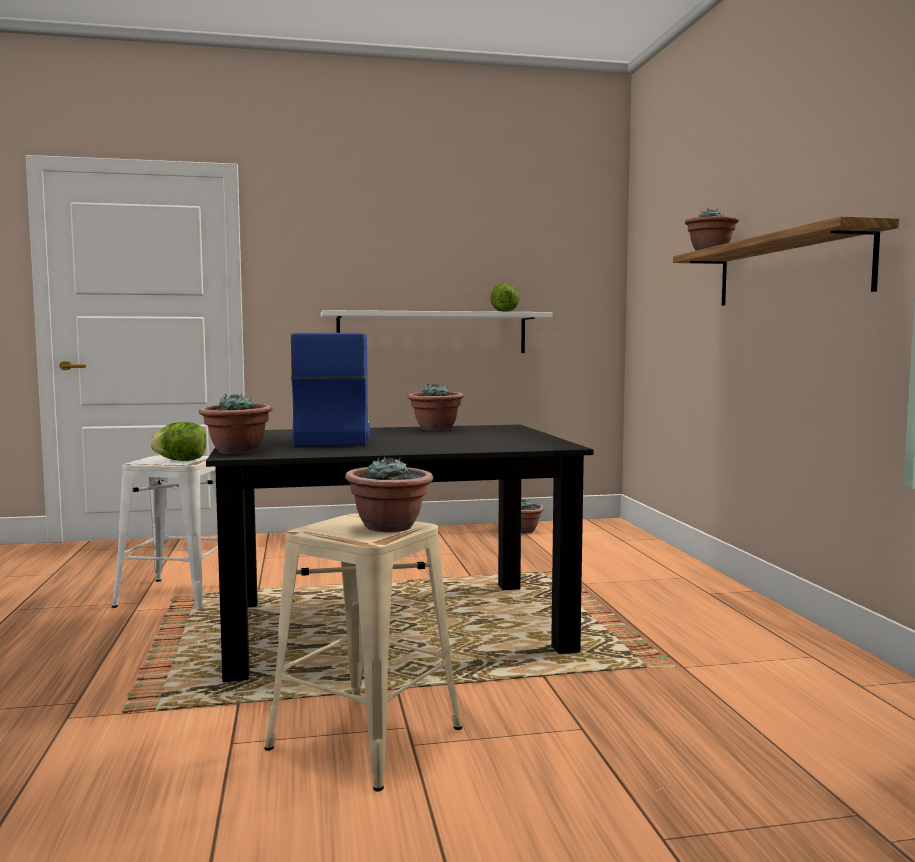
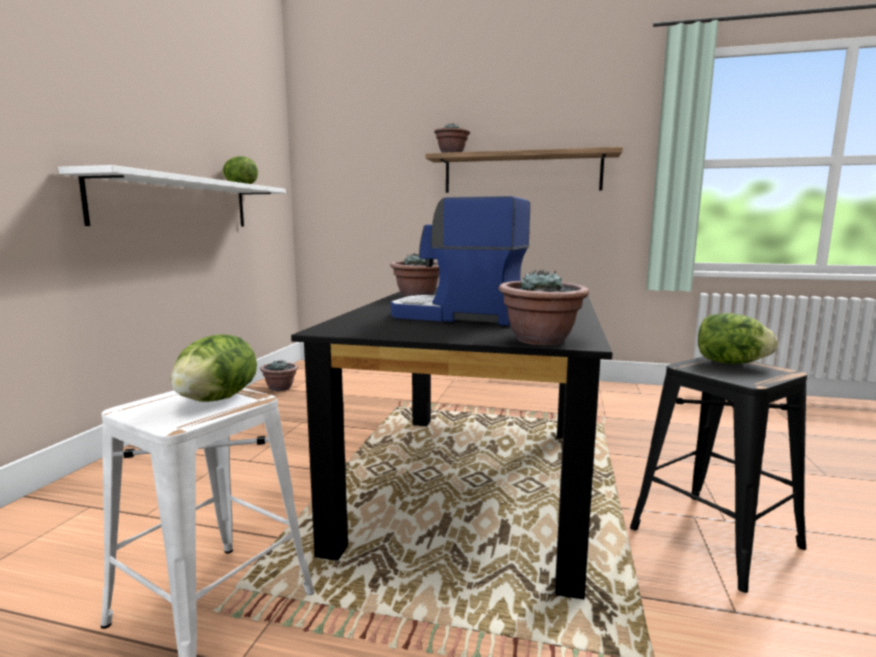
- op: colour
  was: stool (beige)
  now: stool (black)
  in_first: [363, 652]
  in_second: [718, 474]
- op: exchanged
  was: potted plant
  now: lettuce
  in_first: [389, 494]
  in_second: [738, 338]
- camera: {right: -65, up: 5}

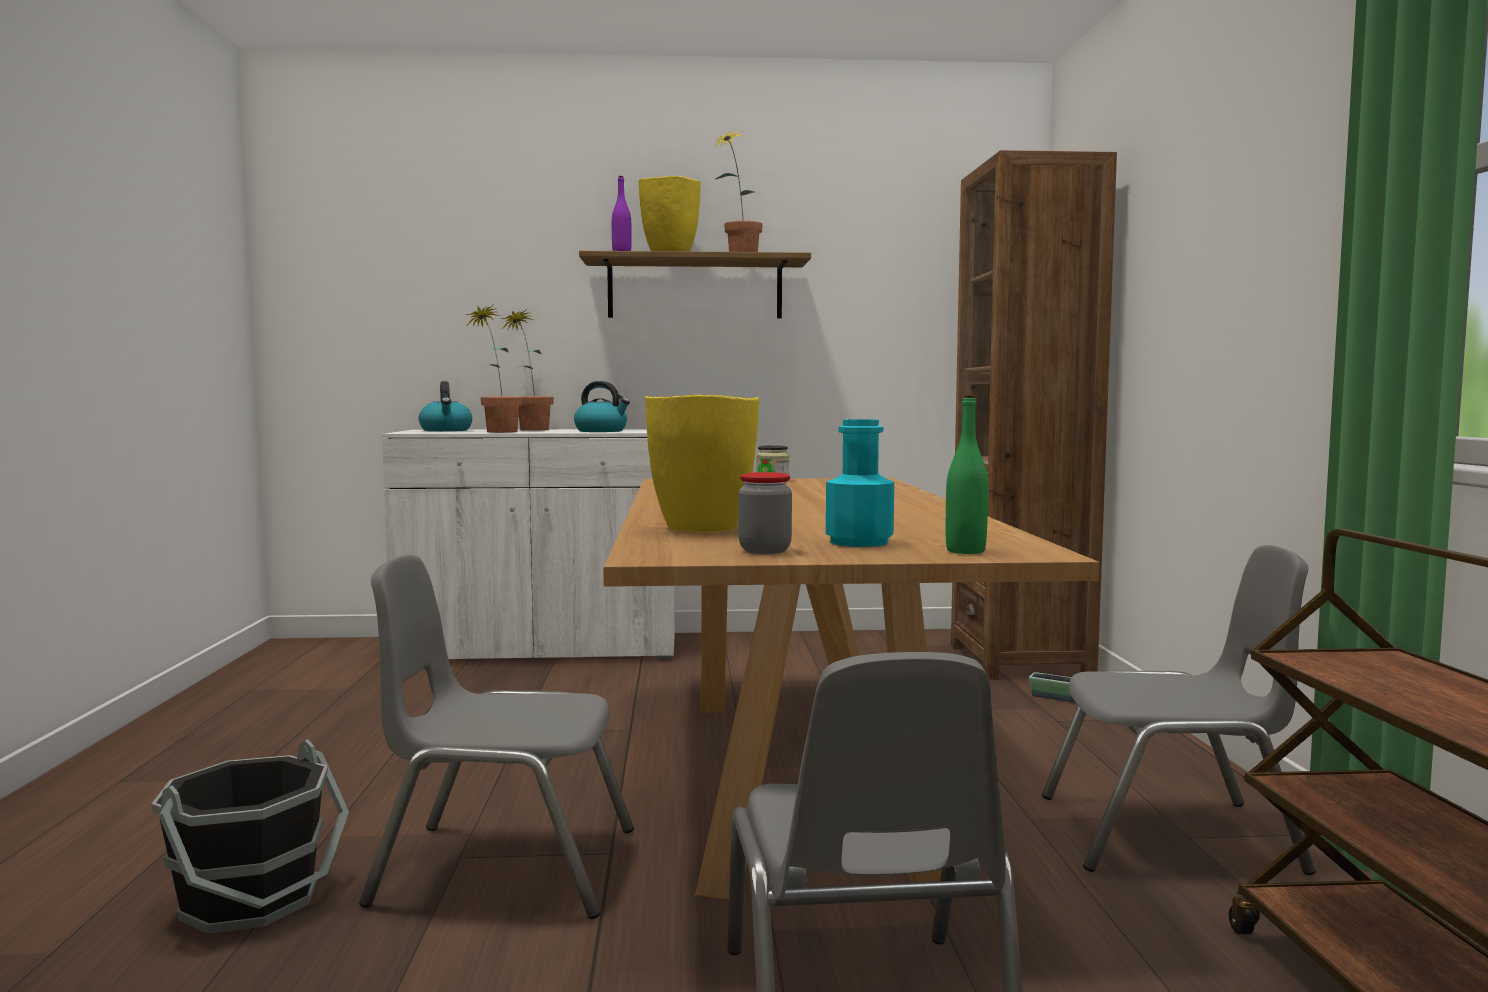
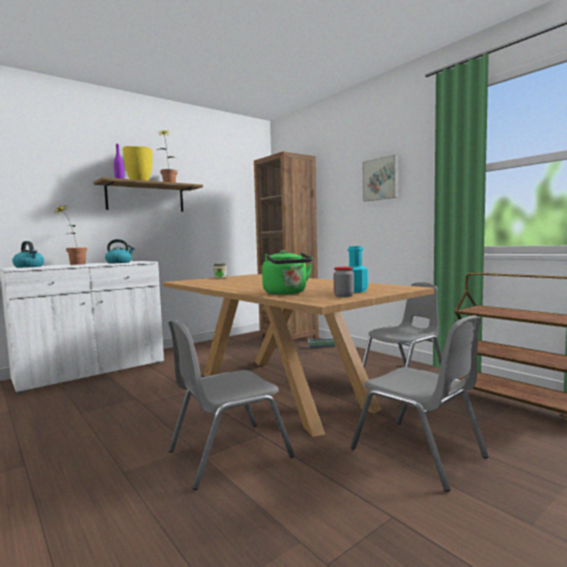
- op: exchanged
  was: vase (yellow)
  now: kettle (green)
  in_first: [702, 463]
  in_second: [287, 272]
- op: appeared
  now: picture
  in_second: [380, 178]
- op: missing
  was: bucket (black)
  in_first: [250, 836]
- op: missing
  was: potted plant
  in_first: [494, 368]
- op: missing
  was: bottle (green)
  in_first: [967, 474]
- camera: {right: -35, up: 0}

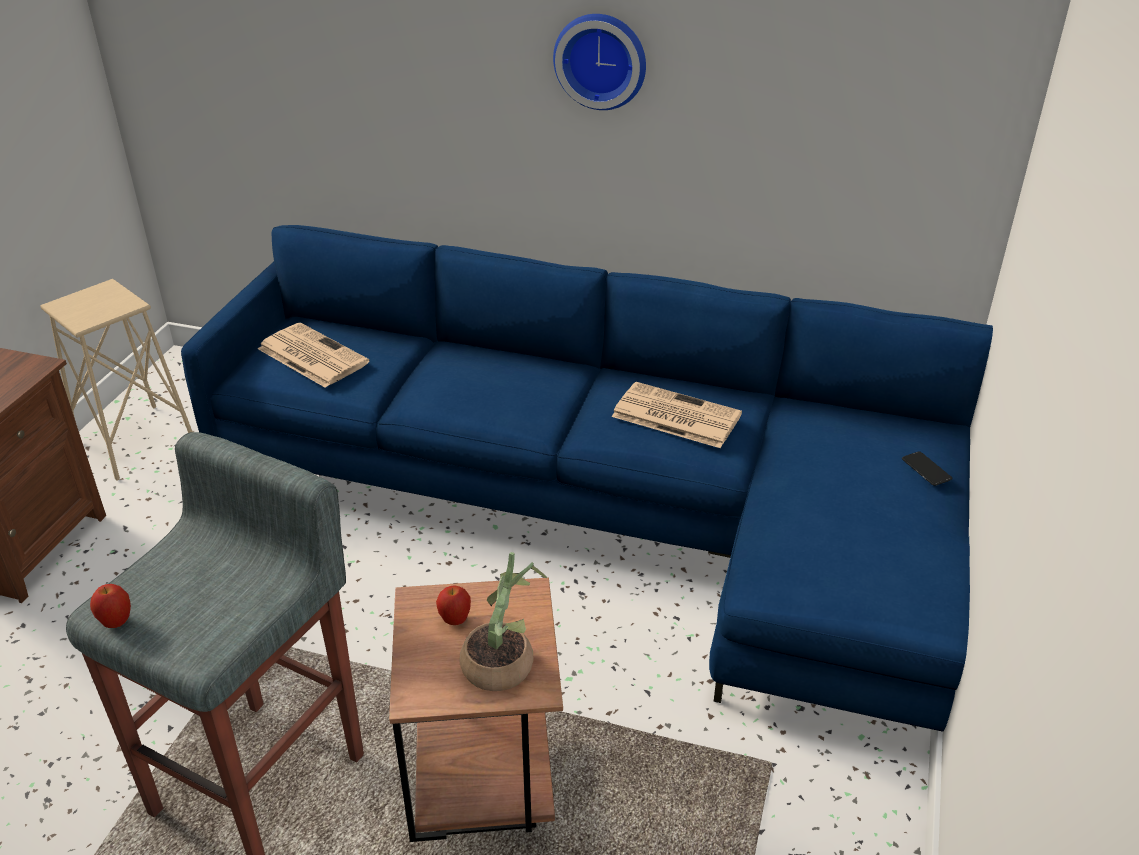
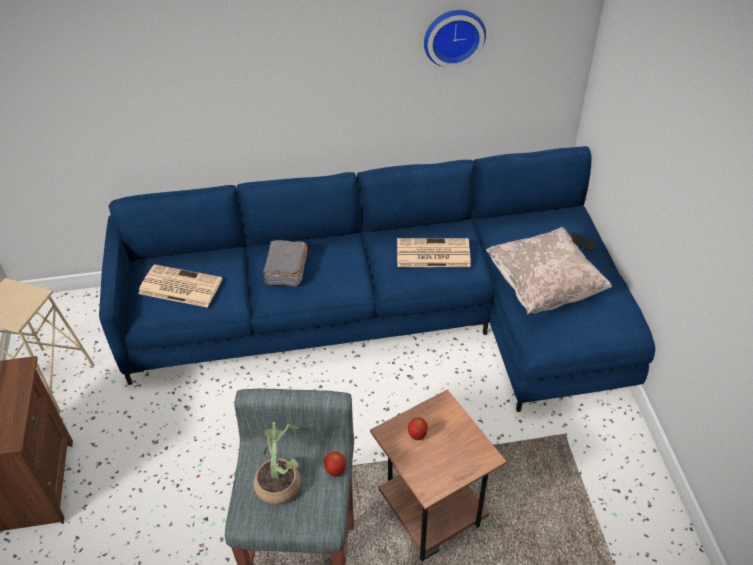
- op: relocated
  was: potted plant
  in_first: [504, 621]
  in_second: [277, 463]
- op: appeared
  now: book (grey)
  in_second: [285, 263]
- op: relocated
  was: apple
  in_first: [110, 606]
  in_second: [335, 464]
- op: relocated
  was: wall clock
  in_first: [599, 62]
  in_second: [455, 39]
- op: appeared
  now: pillow (beige)
  in_second: [549, 270]
- camera: {right: -25, up: 10}

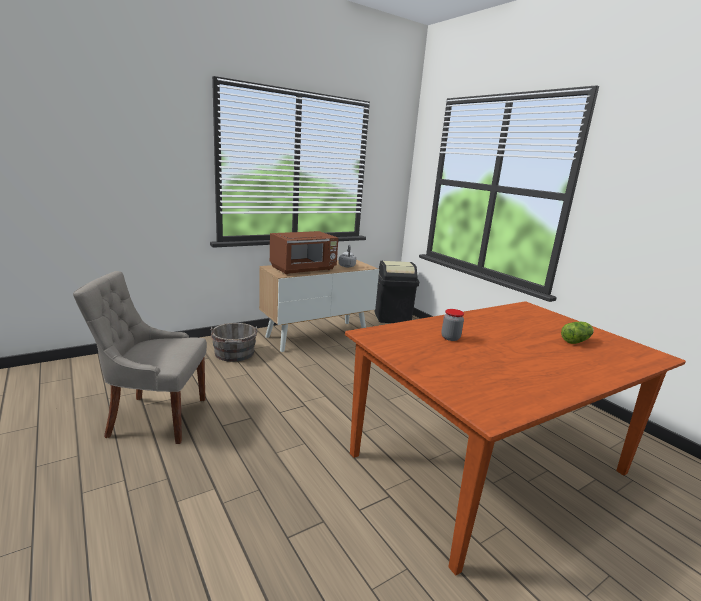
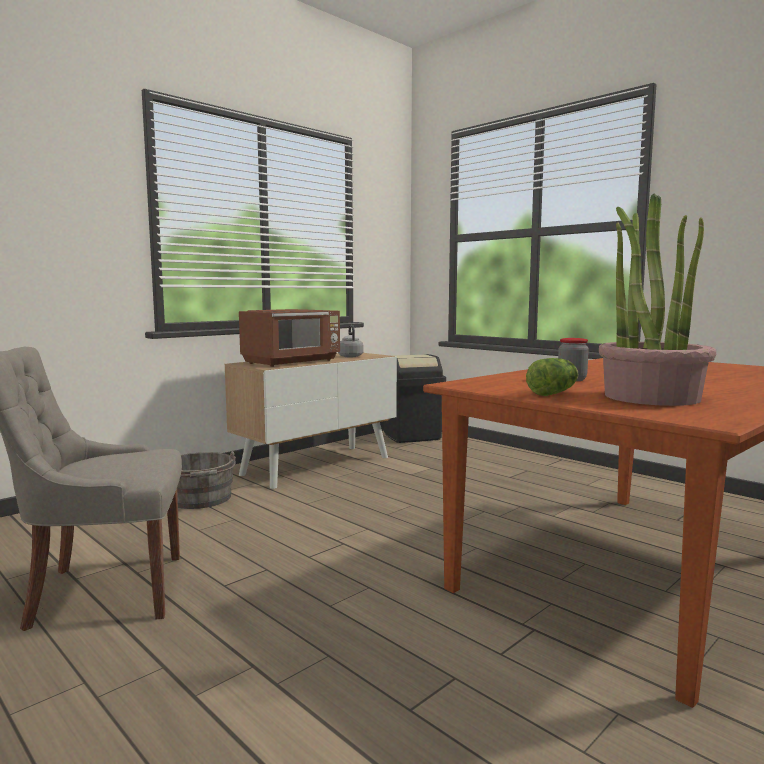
- op: relocated
  was: lettuce
  in_first: [577, 333]
  in_second: [552, 377]
- op: appeared
  now: potted plant
  in_second: [657, 299]
- camera: {right: -10, up: -10}

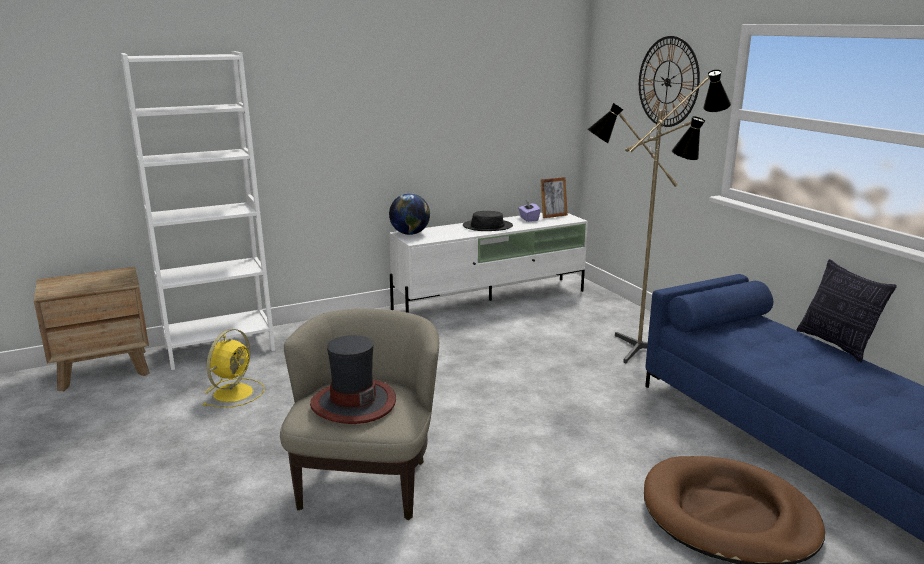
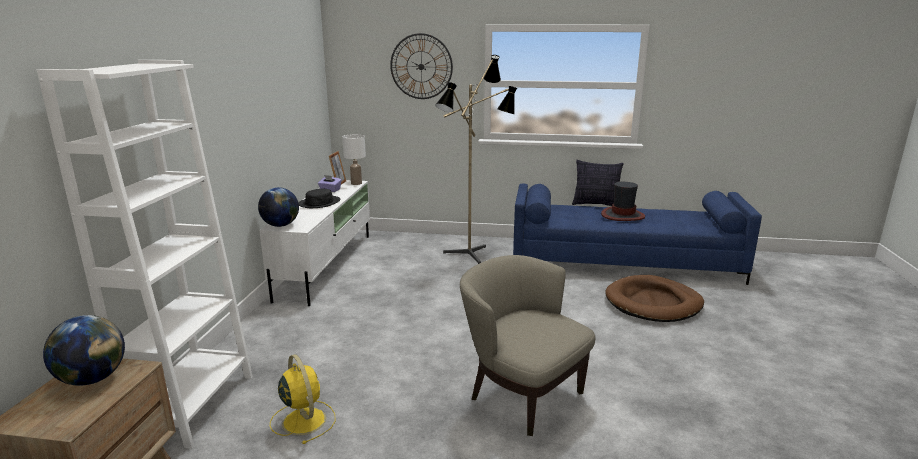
- op: appeared
  now: globe
  in_second: [84, 350]
- op: appeared
  now: table lamp (white)
  in_second: [354, 159]
- op: relocated
  was: hat
  in_first: [353, 379]
  in_second: [623, 201]
- camera: {right: -55, up: 0}

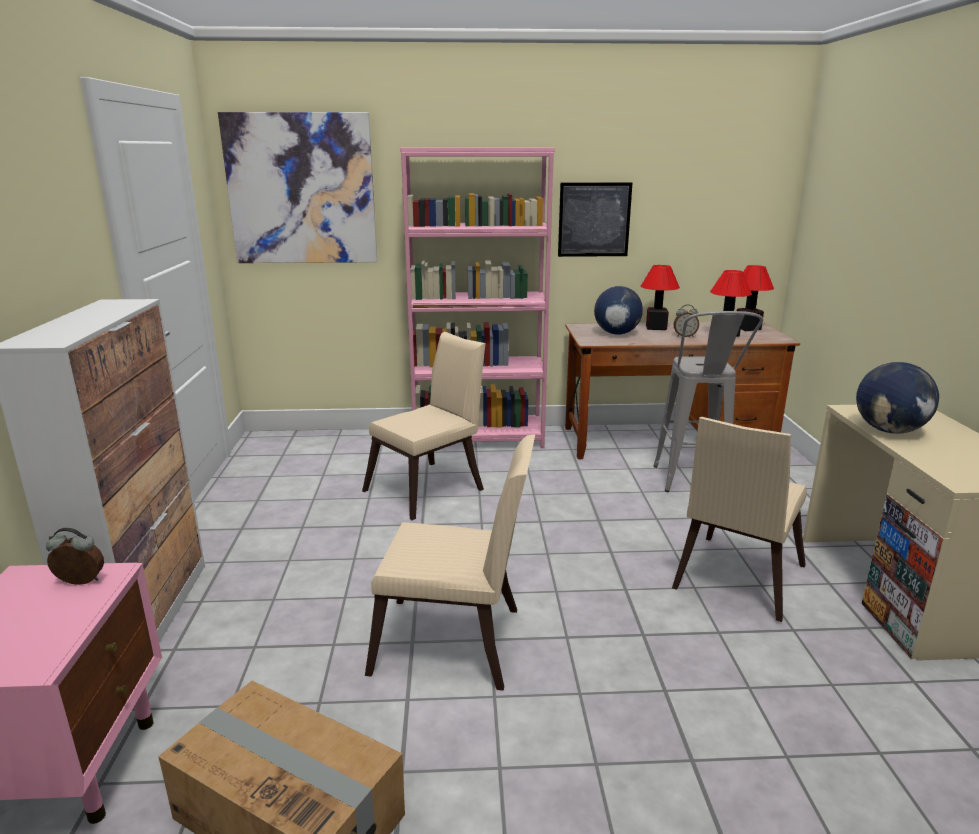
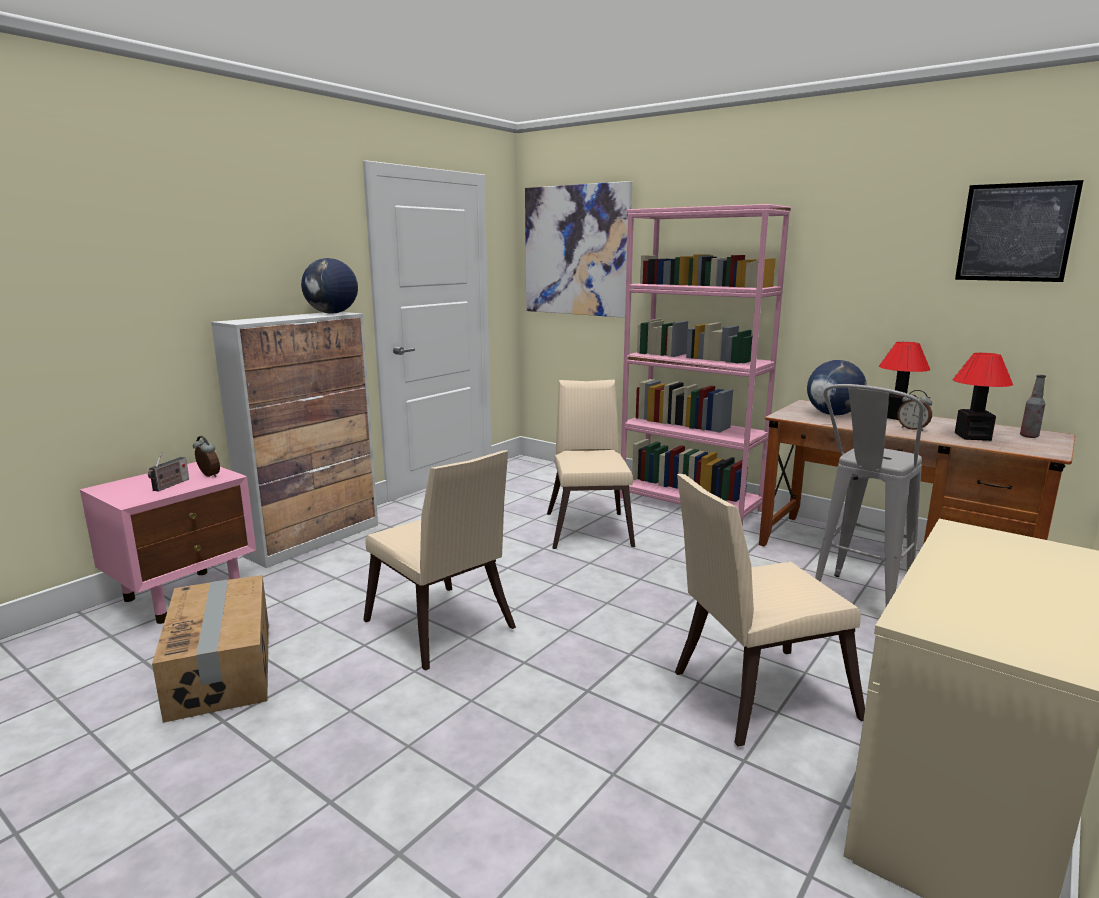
- op: appeared
  now: radio
  in_second: [168, 472]
- op: relocated
  was: globe
  in_first: [897, 398]
  in_second: [329, 286]
- op: spun
  was: chair (beige)
  in_first: [423, 426]
  in_second: [591, 464]
  clockwise: -90
- op: relocated
  was: picture
  in_first: [595, 219]
  in_second: [1019, 231]
- op: exchanged
  was: table lamp
  now: bottle
  in_first: [755, 298]
  in_second: [1033, 406]
- camera: {right: 40, up: -5}

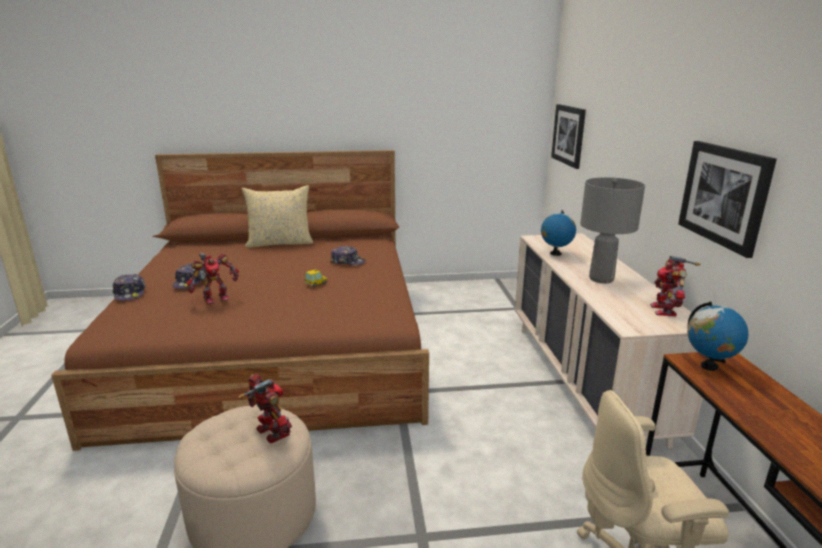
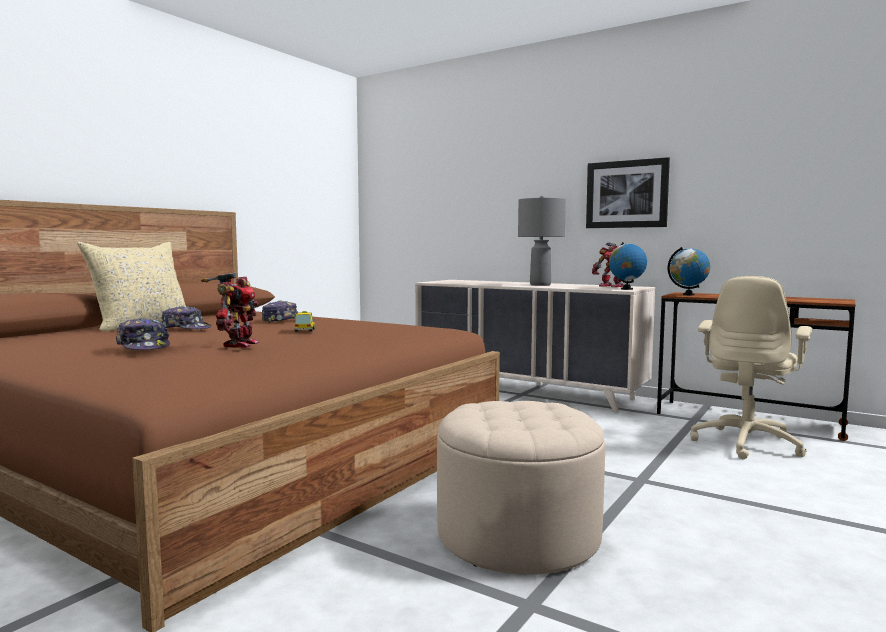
- op: relocated
  was: cap
  in_first: [128, 287]
  in_second: [187, 317]
- op: relocated
  was: globe
  in_first: [558, 233]
  in_second: [628, 266]
- op: missing
  was: toy robot
  in_first: [265, 408]
- op: missing
  was: picture
  in_first: [568, 136]
- camera: {right: -50, up: -15}

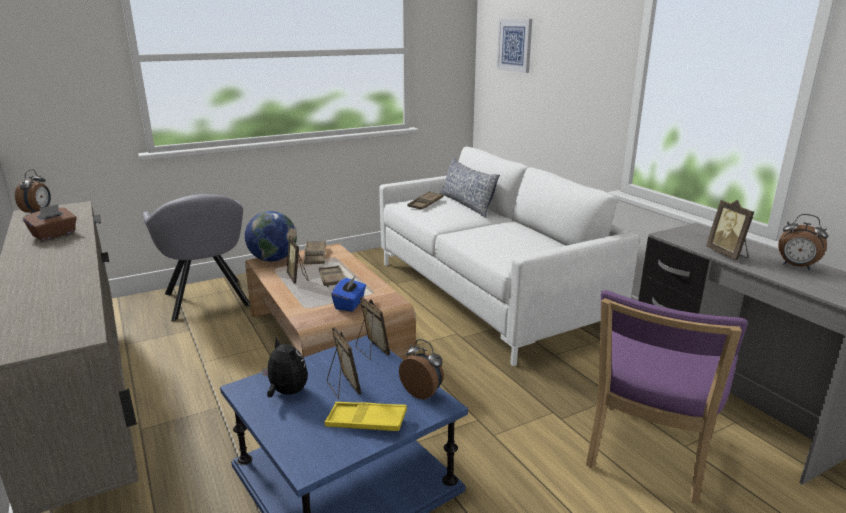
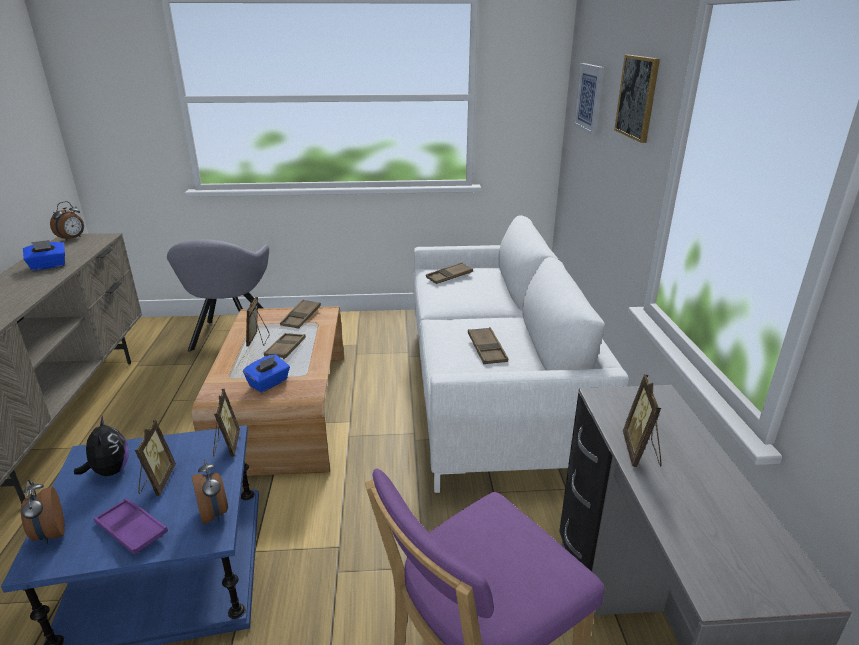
- op: relocated
  was: alarm clock
  in_first: [803, 242]
  in_second: [43, 511]
- op: colour
  was: tissue box (brown)
  now: tissue box (blue)
  in_first: [50, 222]
  in_second: [44, 255]
- op: colour
  was: tray (yellow)
  now: tray (purple)
  in_first: [365, 416]
  in_second: [131, 526]
- op: appeared
  now: tray (brown)
  in_second: [488, 345]
- op: appeared
  now: picture
  in_second: [637, 99]
- op: missing
  was: globe
  in_first: [271, 236]
- op: missing
  was: pillow
  in_first: [470, 187]
- camera: {right: 25, up: 5}

